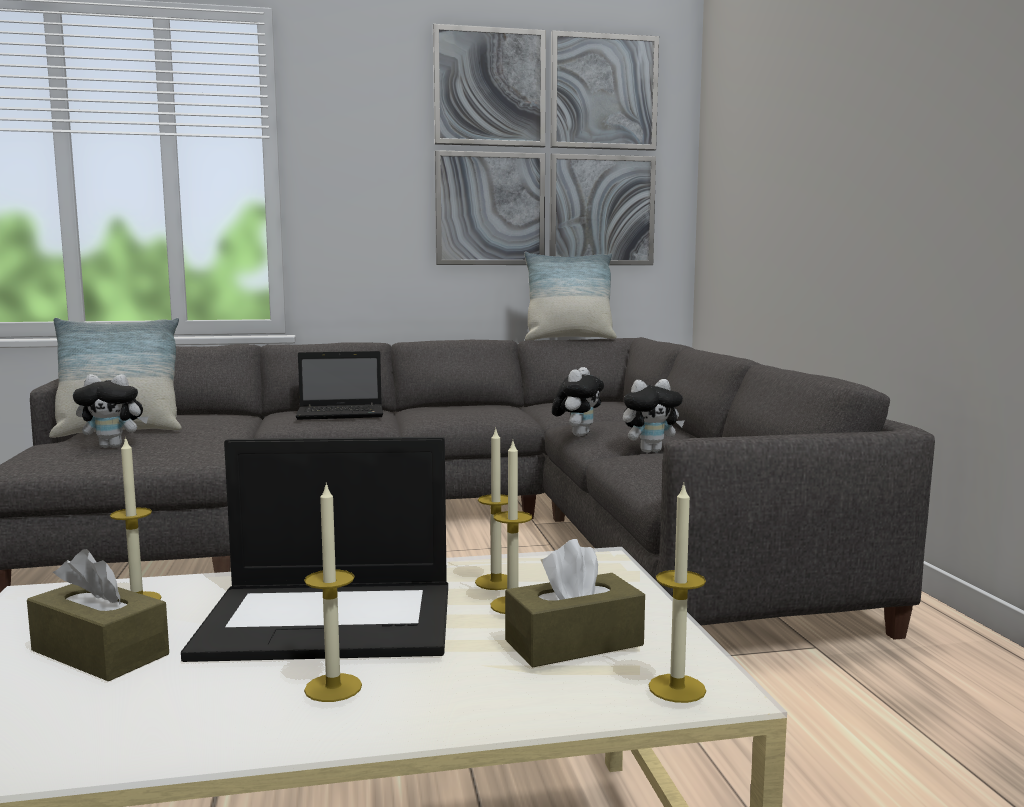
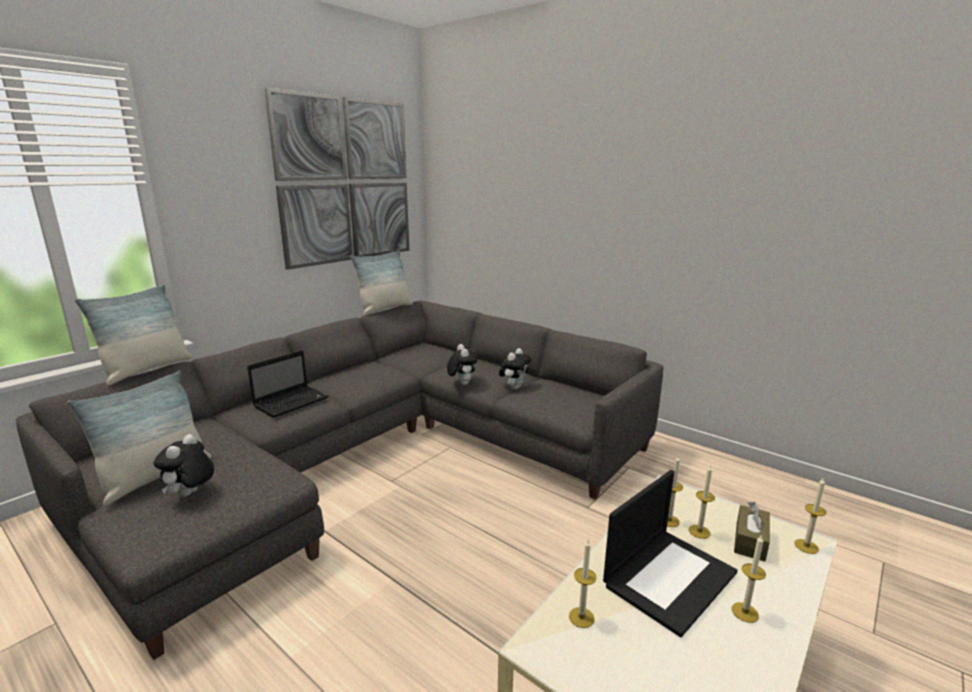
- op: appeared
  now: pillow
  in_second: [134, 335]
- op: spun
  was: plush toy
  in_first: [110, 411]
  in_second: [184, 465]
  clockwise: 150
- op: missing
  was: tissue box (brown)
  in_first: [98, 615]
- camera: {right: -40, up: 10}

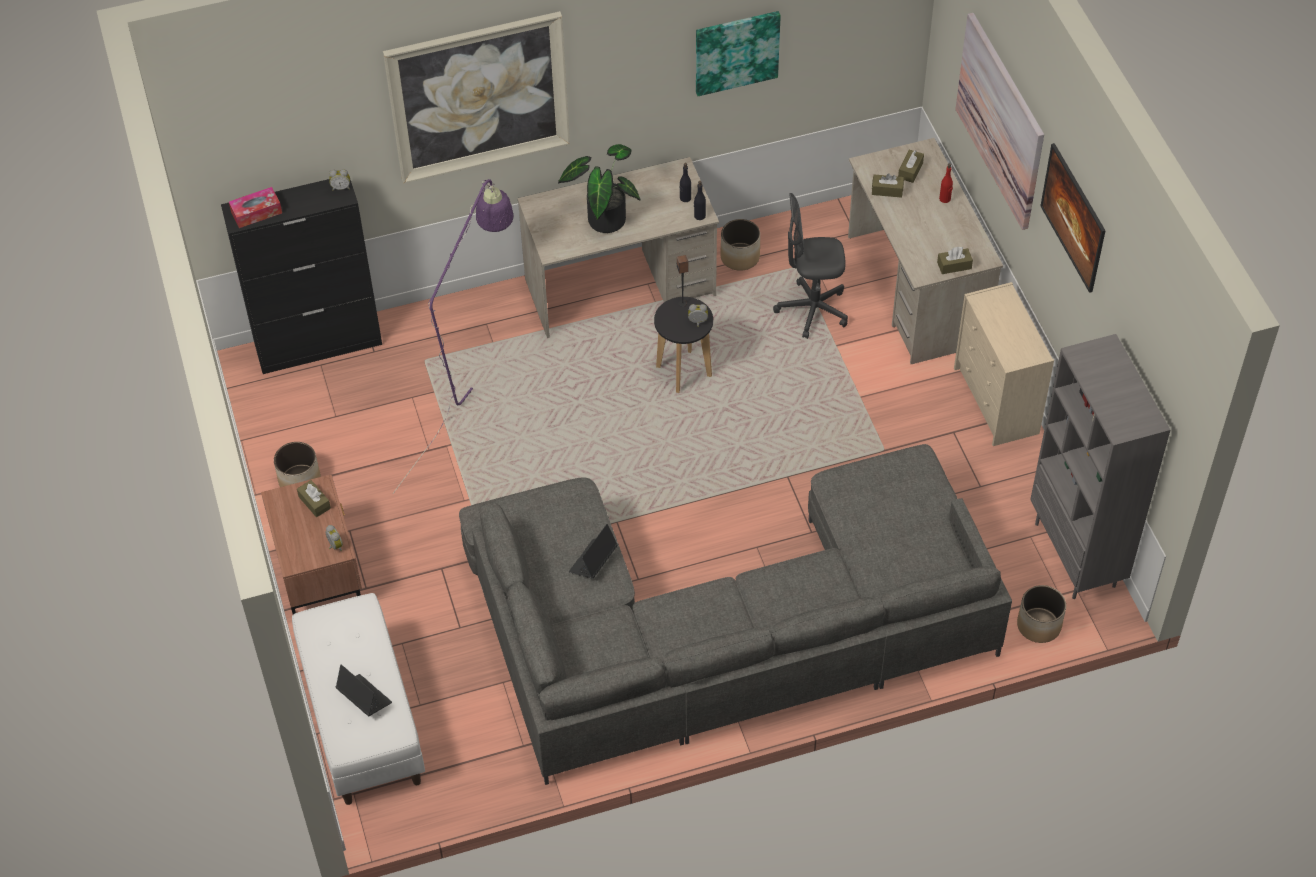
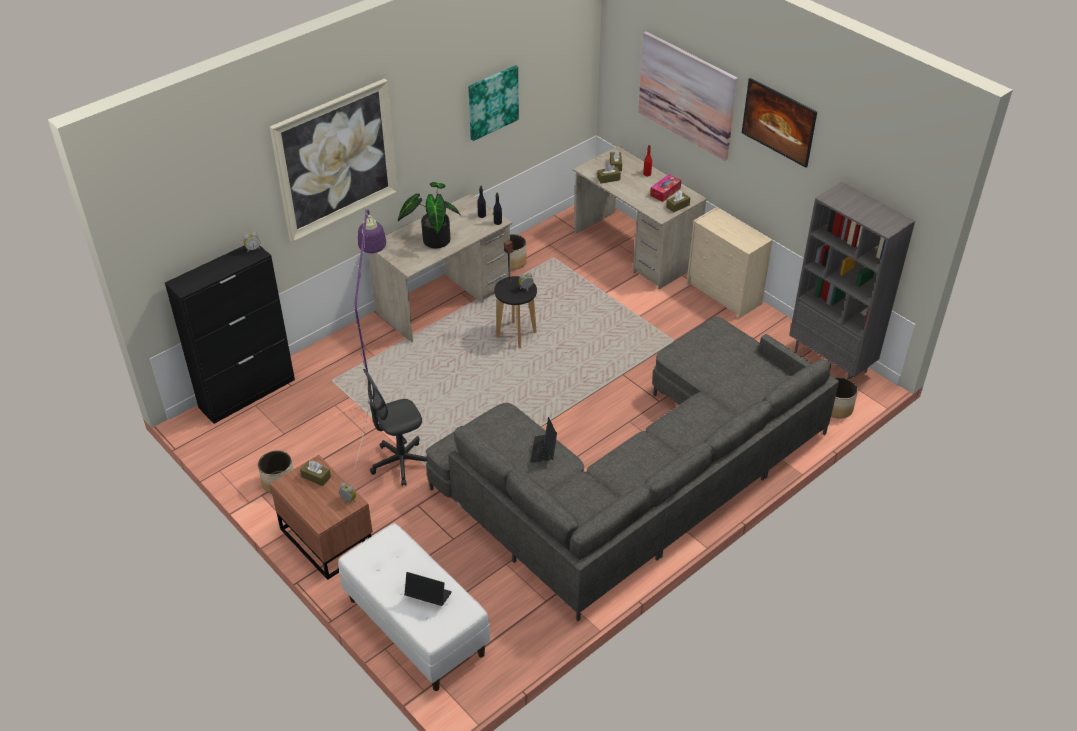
- op: relocated
  was: office chair (grey)
  in_first: [810, 266]
  in_second: [395, 427]
- op: relocated
  was: tissue box
  in_first: [255, 207]
  in_second: [665, 188]
- camera: {right: -25, up: -10}

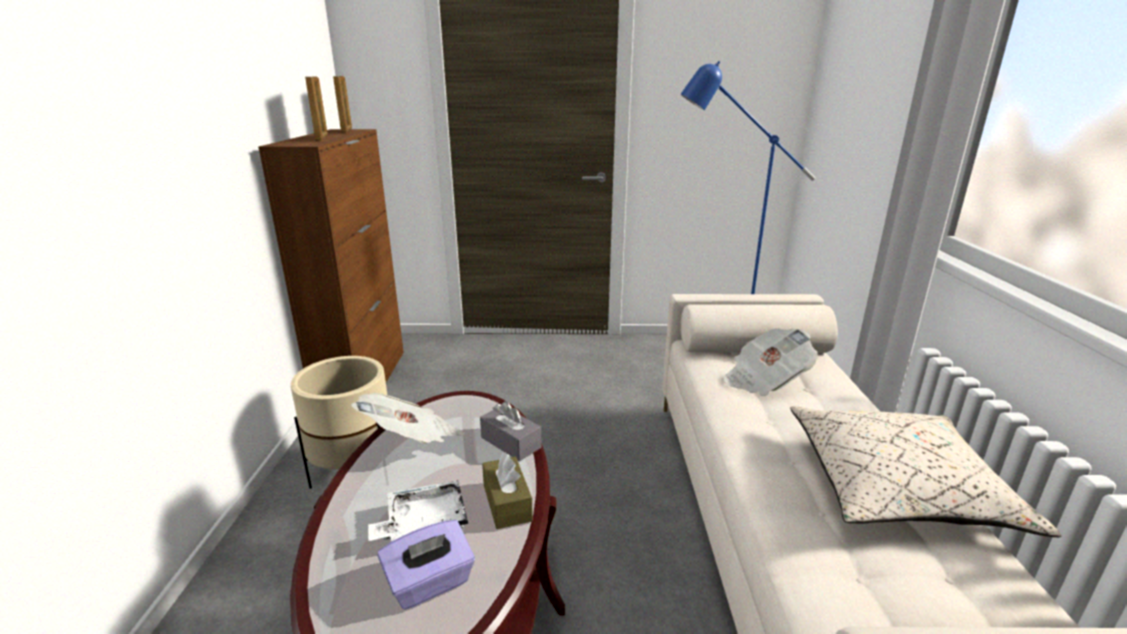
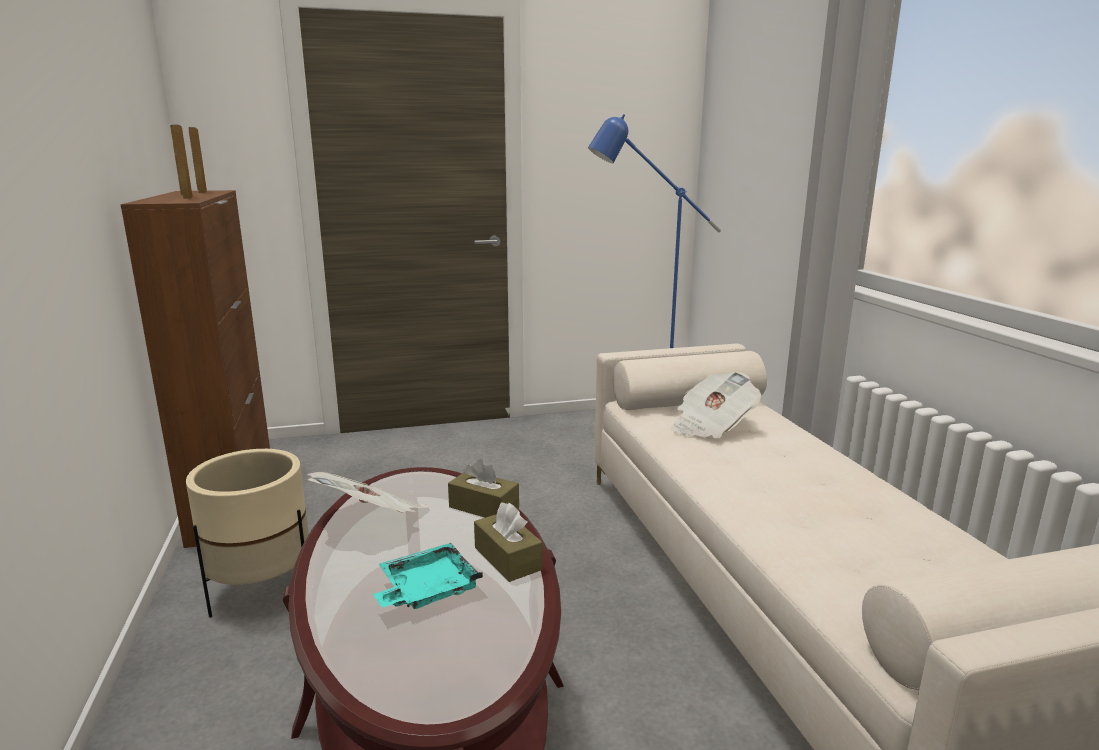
- op: colour
  was: tray (white)
  now: tray (turquoise)
  in_first: [418, 510]
  in_second: [428, 576]
- op: colour
  was: tissue box (grey)
  now: tissue box (brown)
  in_first: [510, 431]
  in_second: [483, 488]
- op: missing
  was: tissue box (purple)
  in_first: [426, 565]
- op: missing
  was: pillow (beige)
  in_first: [926, 471]
- camera: {right: -15, up: -5}

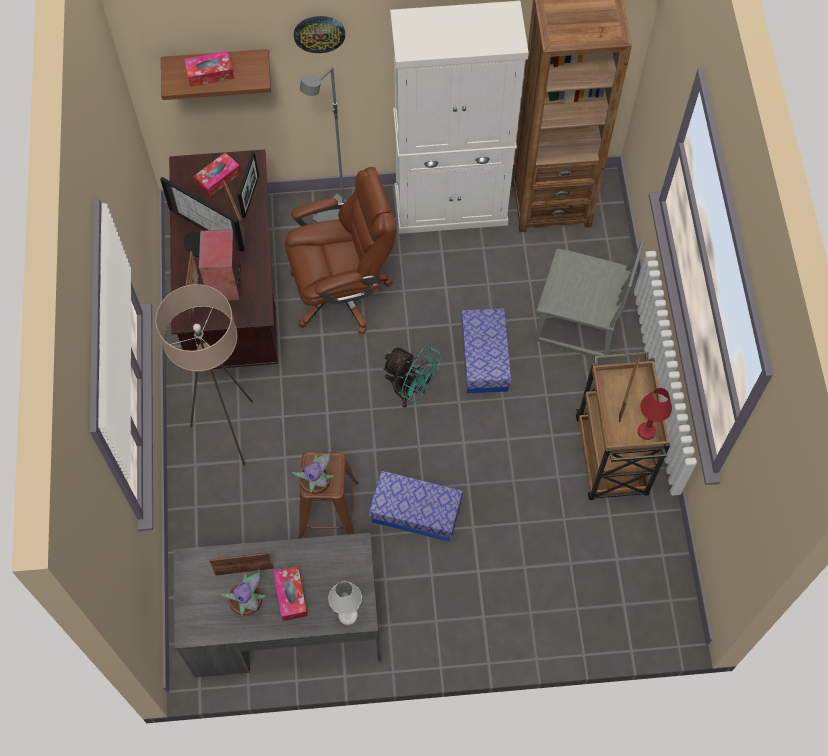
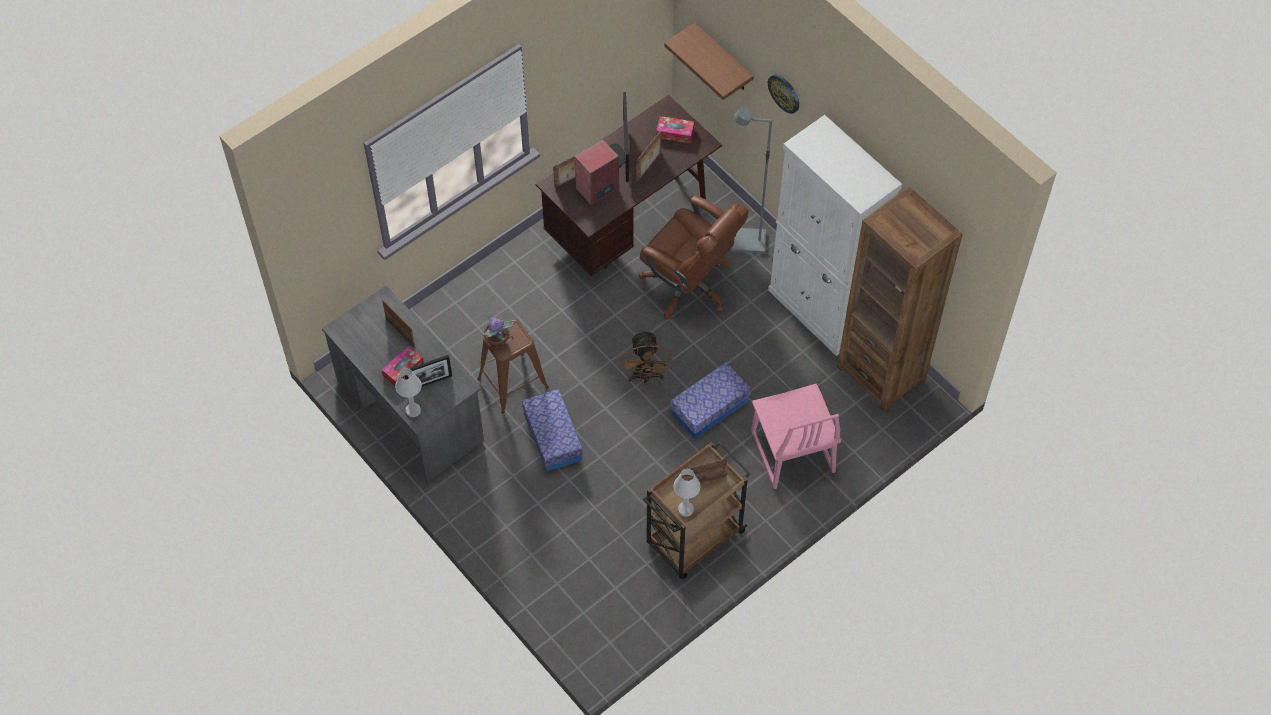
- op: relocated
  was: picture frame
  in_first: [248, 185]
  in_second: [428, 371]
- op: colour
  was: fan (turquoise)
  now: fan (brown)
  in_first: [412, 376]
  in_second: [647, 356]
- op: colour
  was: table lamp (red)
  now: table lamp (white)
  in_first: [655, 414]
  in_second: [687, 493]
- op: colour
  was: chair (grey)
  now: chair (pink)
  in_first: [589, 300]
  in_second: [796, 436]
- op: missing
  was: floor lamp (beige)
  in_first: [204, 375]
- op: missing
  was: tissue box
  in_first: [209, 69]
- op: missing
  was: potted plant
  in_first: [243, 592]
- camera: {right: 55, up: -5}

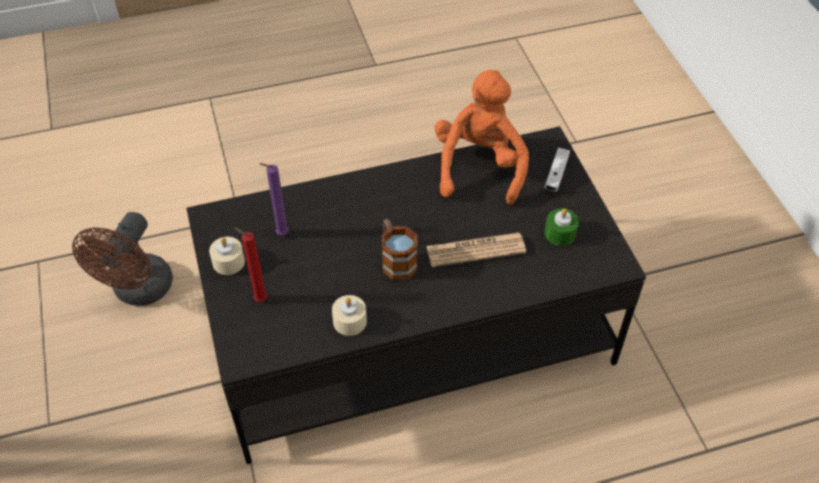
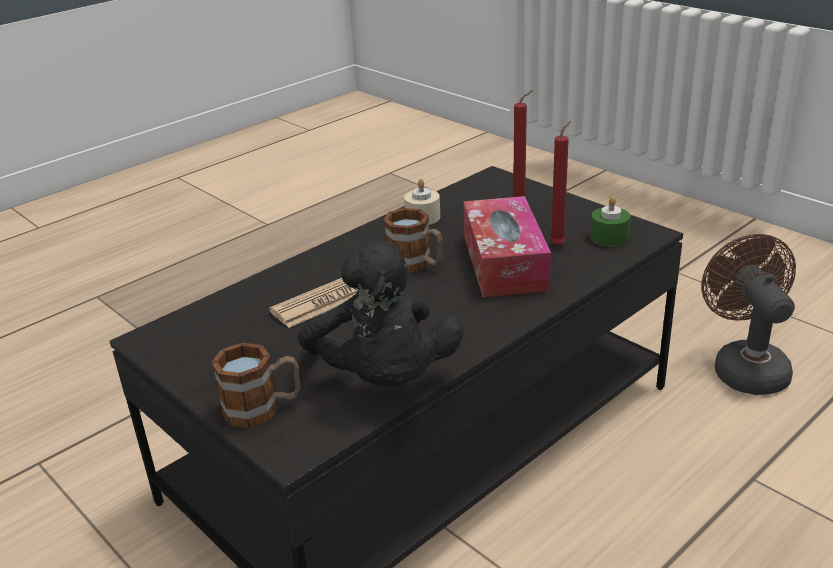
- op: exchanged
  was: game controller (white)
  now: mug
  in_first: [557, 169]
  in_second: [255, 385]
- op: colour
  was: plush toy (orange)
  now: plush toy (black)
  in_first: [482, 137]
  in_second: [380, 314]
- op: appeared
  now: tissue box
  in_second: [507, 246]
- op: colour
  was: candle (purple)
  now: candle (red)
  in_first: [274, 199]
  in_second: [560, 183]
- op: relocated
  was: candle (green)
  in_first: [561, 227]
  in_second: [611, 221]
- op: missing
  was: candle (beige)
  in_first: [227, 256]
- camera: {right: 155, up: -20}

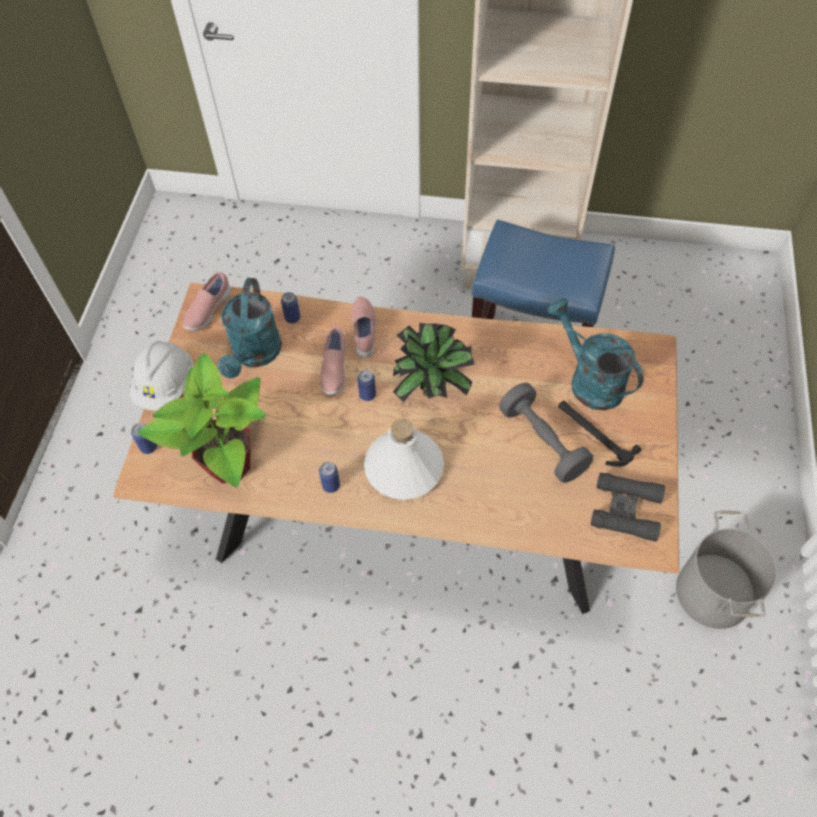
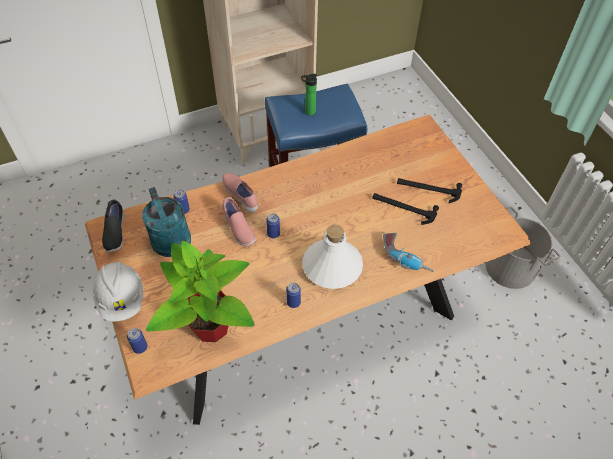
- op: colour
  was: shoe (pink)
  now: shoe (black)
  in_first: [207, 301]
  in_second: [113, 226]
- op: appeared
  now: bottle
  in_second: [309, 95]
- op: exchanged
  was: dumbbell (grey)
  now: hammer
  in_first: [546, 433]
  in_second: [405, 209]
- op: appeared
  now: power drill
  in_second: [408, 252]
- op: missing
  was: potted plant
  in_first: [434, 363]
- op: missing
  was: watering can (turquoise)
  in_first: [595, 354]
- op: missing
  was: binoculars (black)
  in_first: [628, 507]
- camera: {right: -35, up: -5}

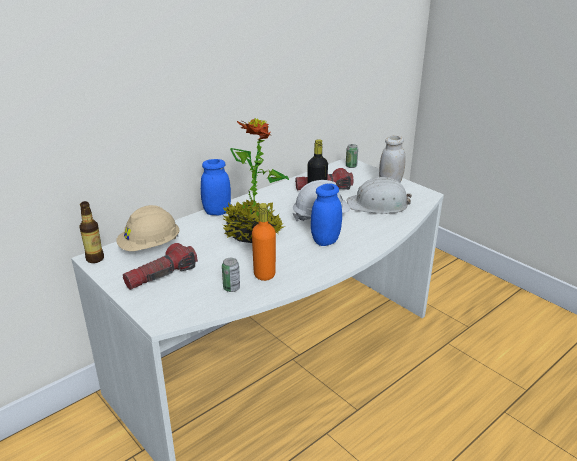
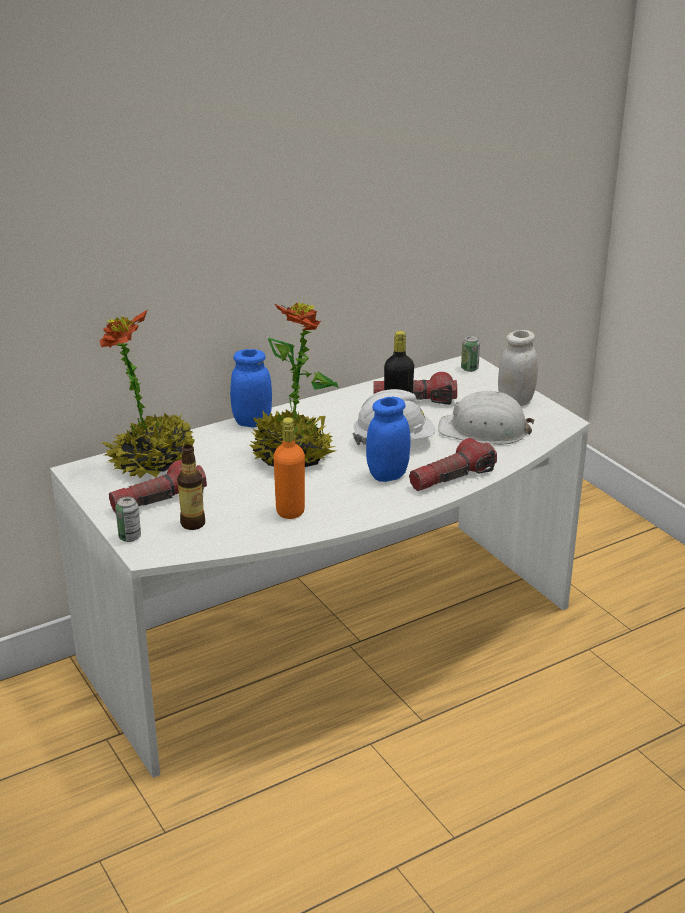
- op: exchanged
  was: hard hat (beige)
  now: potted plant
  in_first: [147, 228]
  in_second: [147, 393]
- op: relocated
  was: can
  in_first: [231, 275]
  in_second: [128, 519]
- op: relocated
  was: bottle
  in_first: [91, 232]
  in_second: [191, 487]
- op: appeared
  now: flashlight
  in_second: [453, 464]
- camera: {right: 10, up: 0}

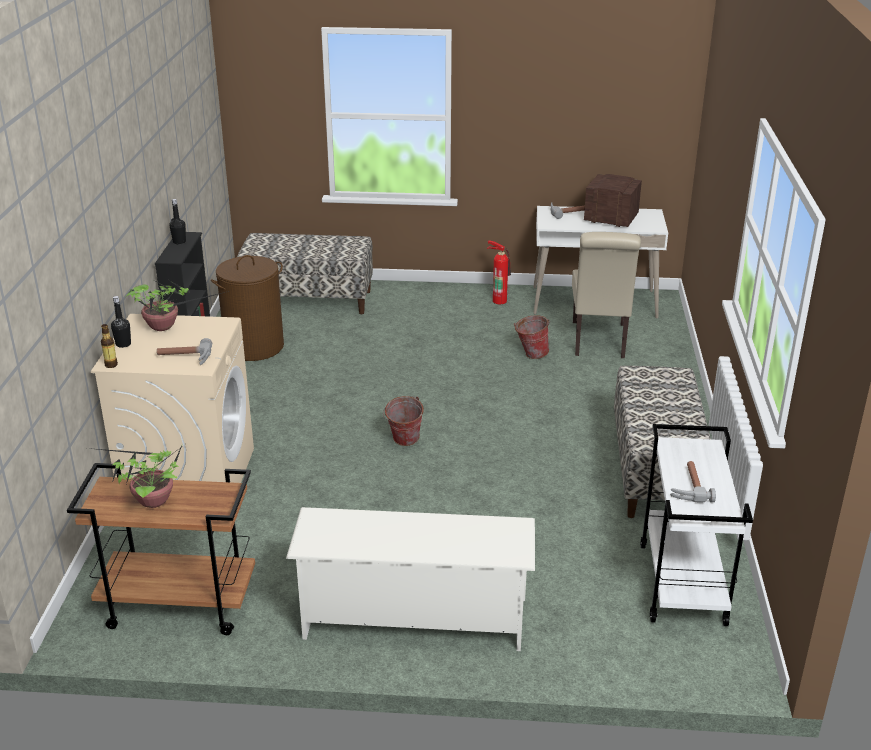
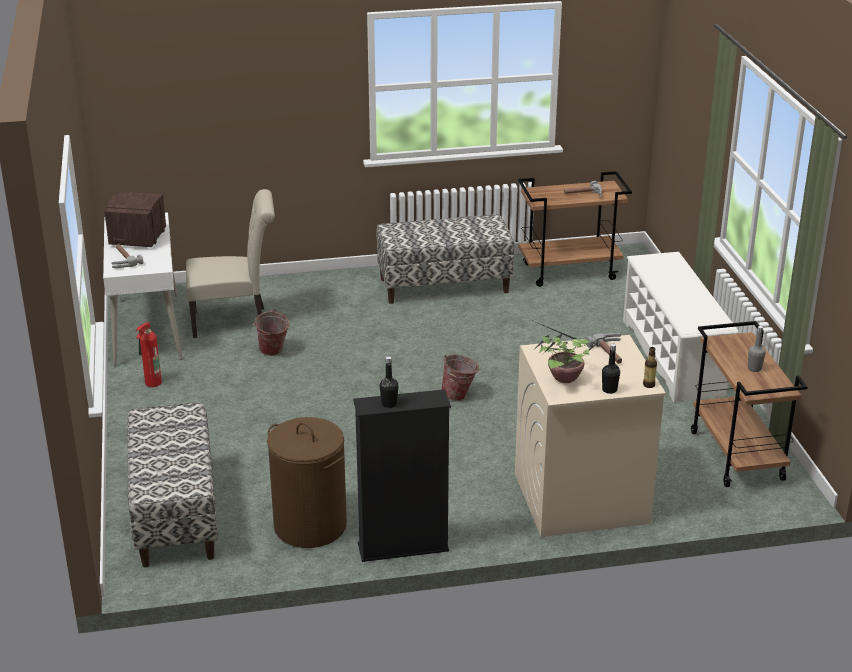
- op: colour
  was: cart (white)
  now: cart (brown)
  in_first: [696, 525]
  in_second: [575, 229]
- op: exchanged
  was: potted plant
  now: bottle (grey)
  in_first: [137, 475]
  in_second: [757, 349]
- camera: {right: -105, up: 0}

